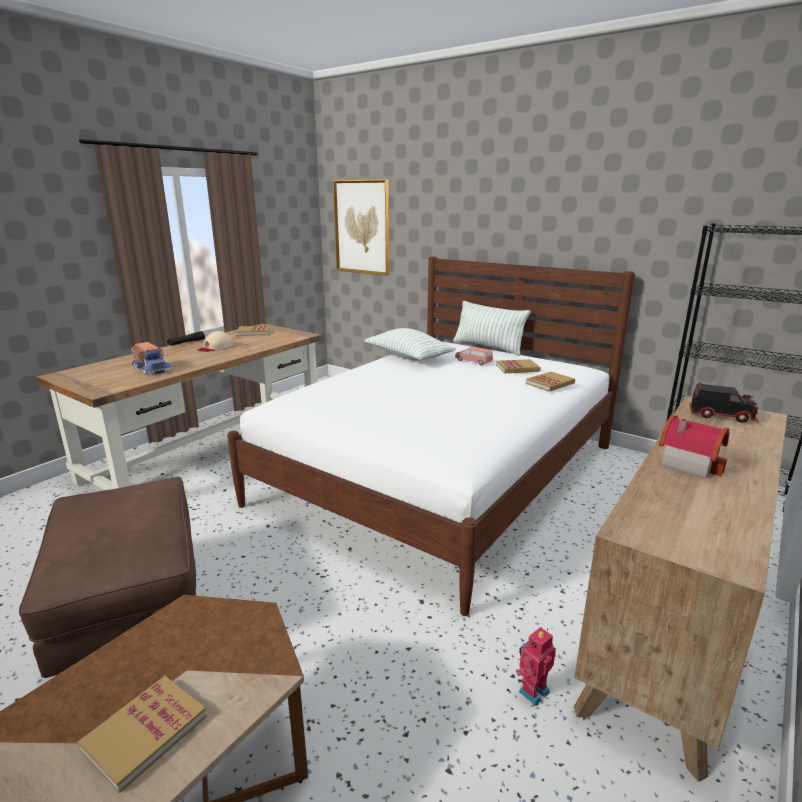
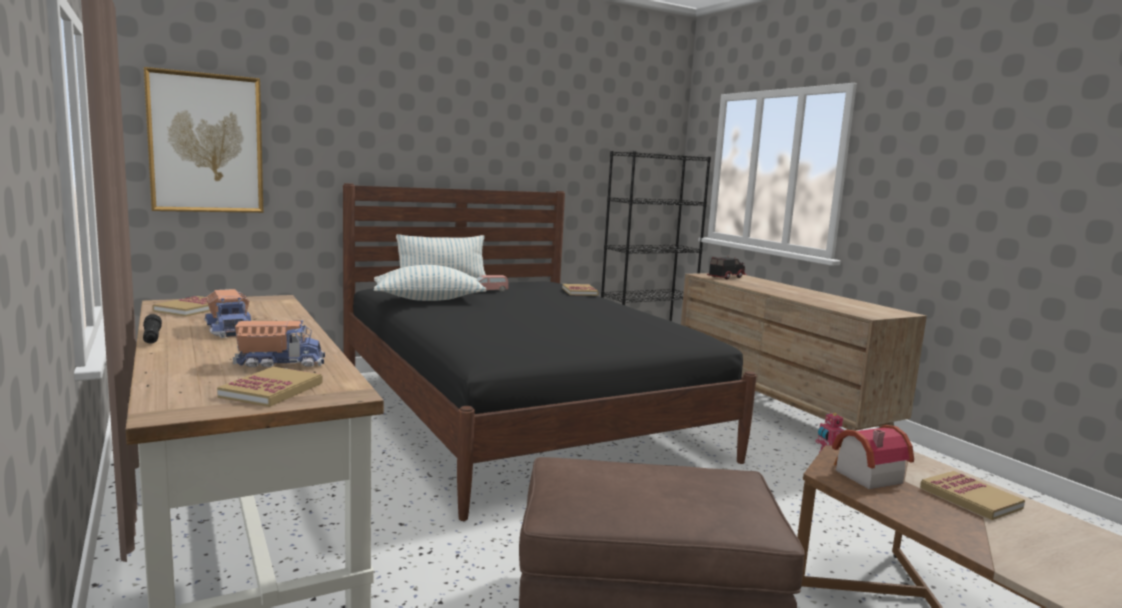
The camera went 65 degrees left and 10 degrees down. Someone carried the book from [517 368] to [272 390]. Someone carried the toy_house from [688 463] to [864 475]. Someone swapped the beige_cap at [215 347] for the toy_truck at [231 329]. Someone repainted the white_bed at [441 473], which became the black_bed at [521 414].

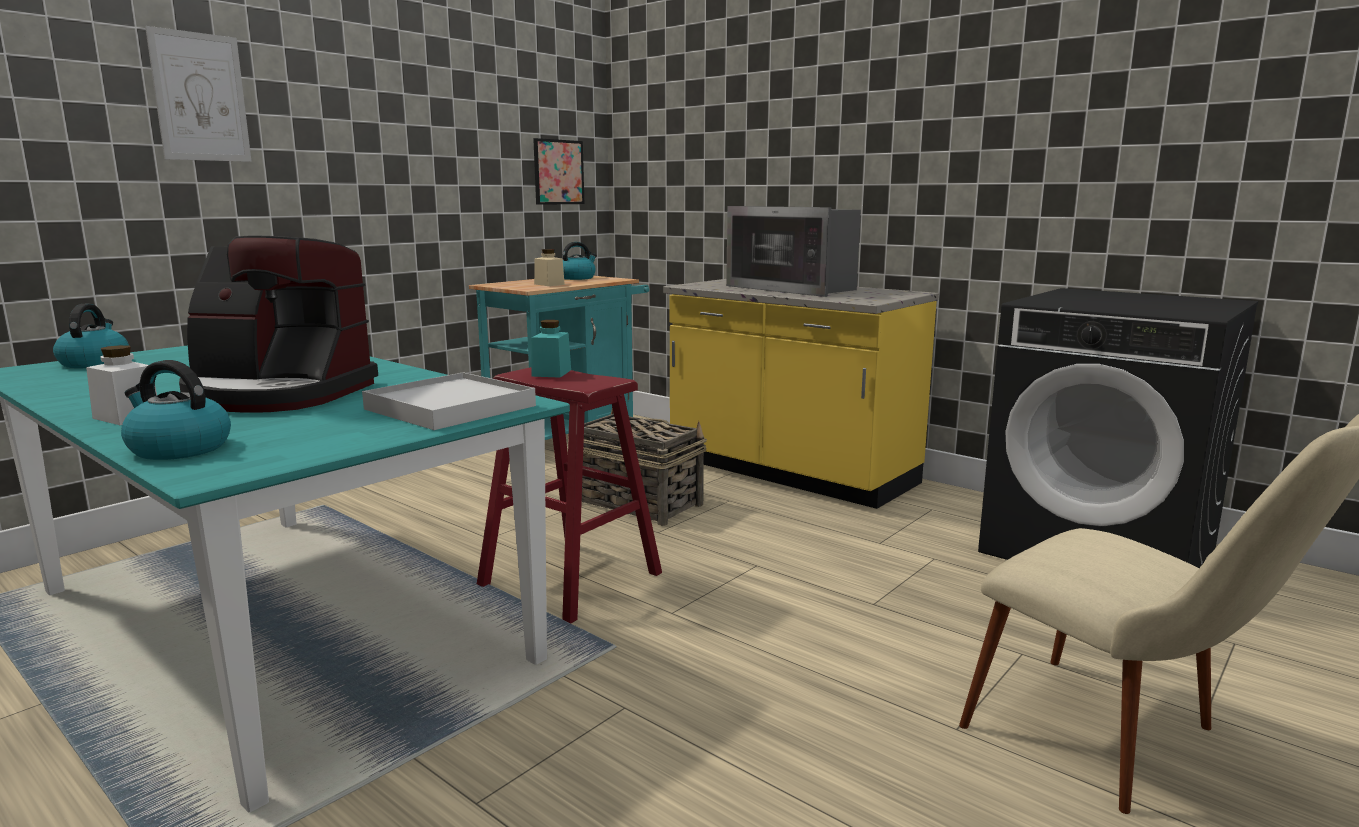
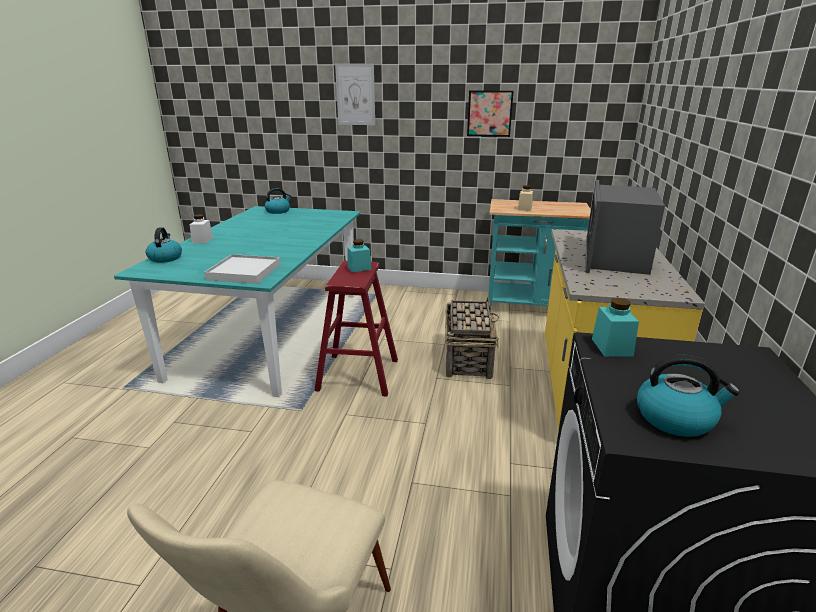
The camera went 60 degrees right and 10 degrees up. Someone took away the coffee_machine at [278 394]. Someone put down the turquoise_jar at [611 347]. Someone carried the picture from [558 172] to [489 113]. Someone carried the kettle from [577 278] to [675 418].

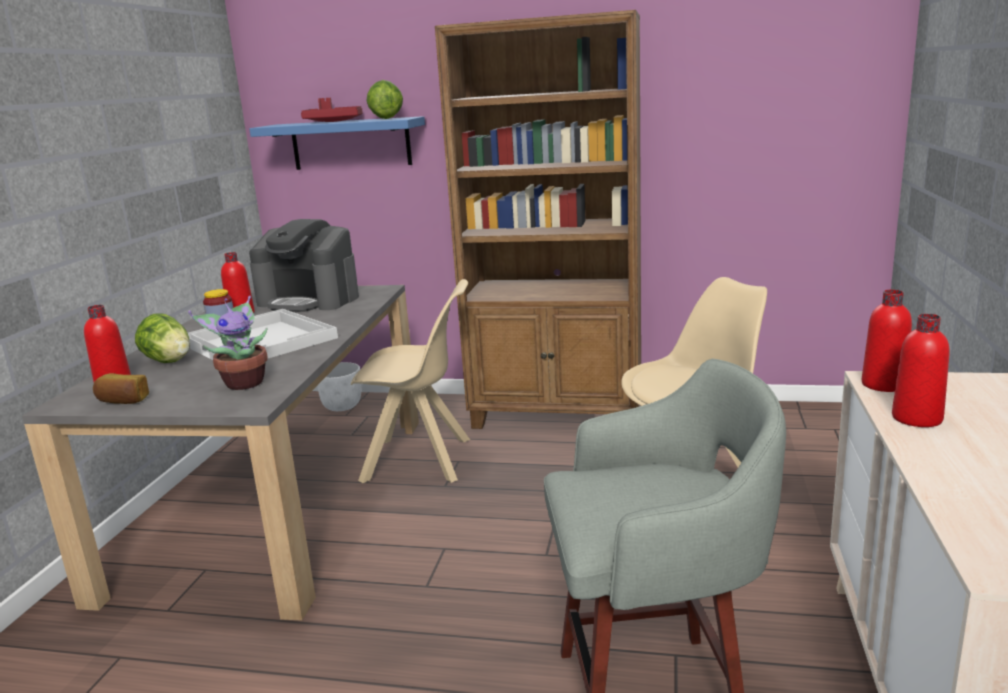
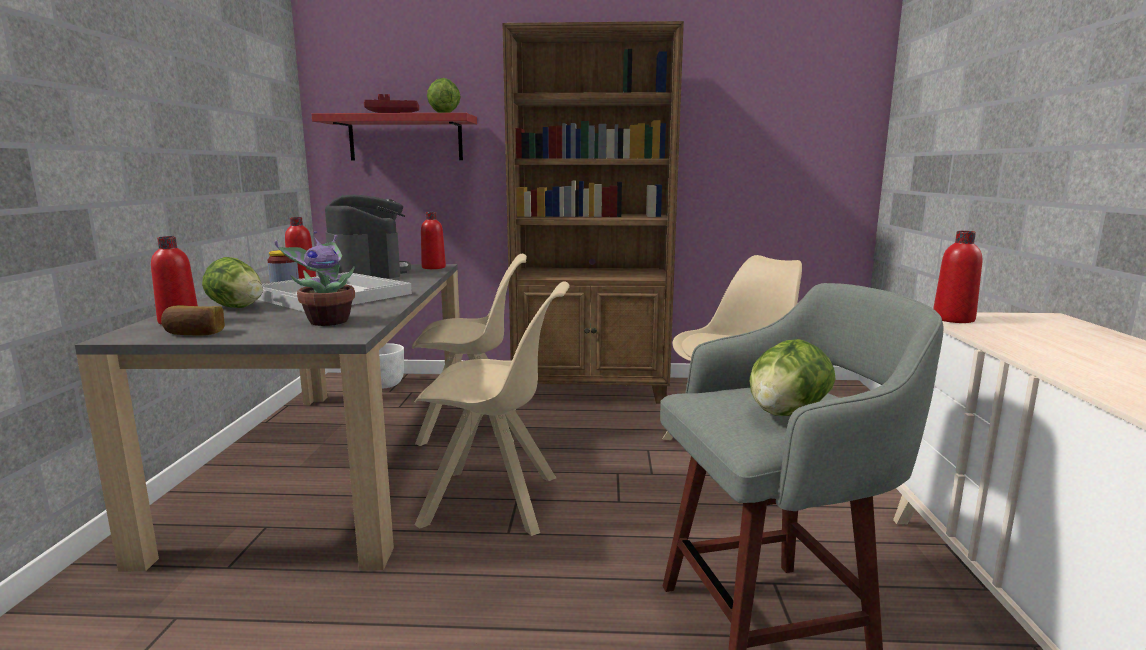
The camera went 10 degrees left and 5 degrees down. Someone put down the beige_chair at [495 501]. Someone put down the lettuce at [786 413]. Someone carried the red_bottle from [917 418] to [433 267]. Someone repainted the blue_shelf at [351 144], which became the red_shelf at [405 138]. Someone rotated the coffee_machine at [309 300] by 120 degrees counterclockwise.

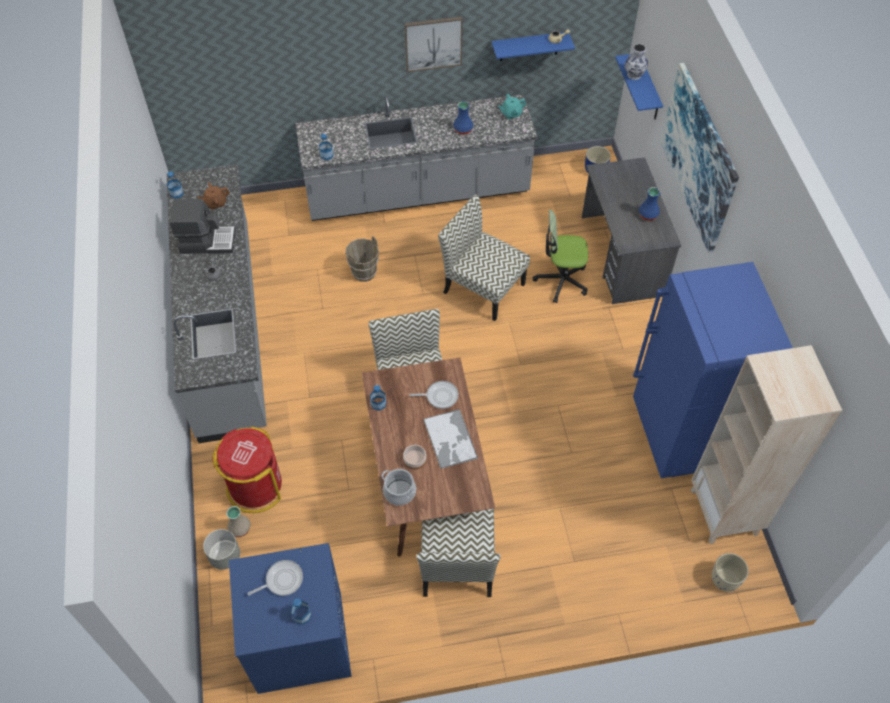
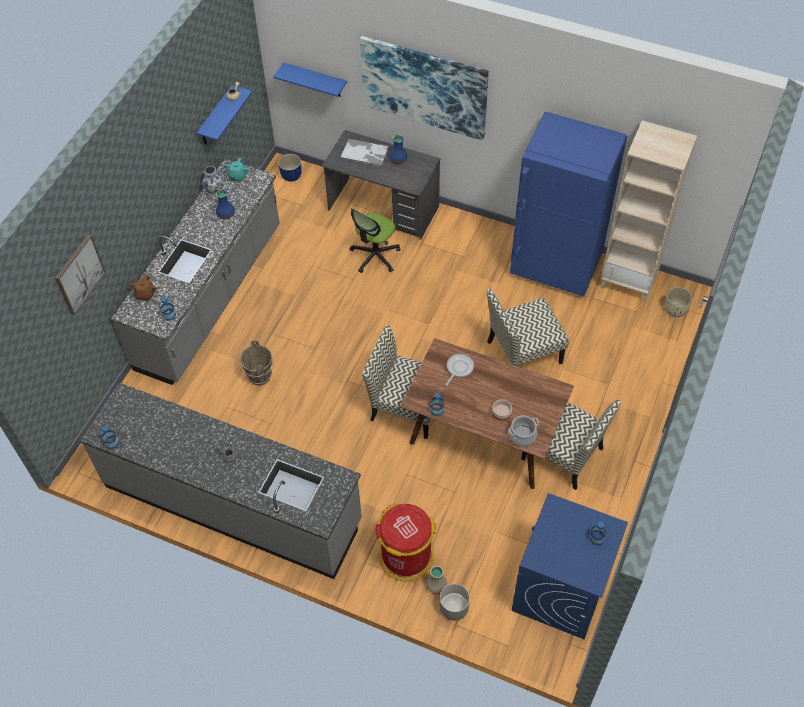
The camera went 55 degrees left and 0 degrees up. Someone took away the coffee_machine at [207 241]. Someone took away the frying_pan at [282 580]. Someone carried the brown_teapot from [215 203] to [145 294]. Someone carried the picture from [433 43] to [79 274]. Someone carried the tray from [450 439] to [365 153]. Someone carried the chair from [482 287] to [523 353]. Someone carried the vase from [634 74] to [214 191].

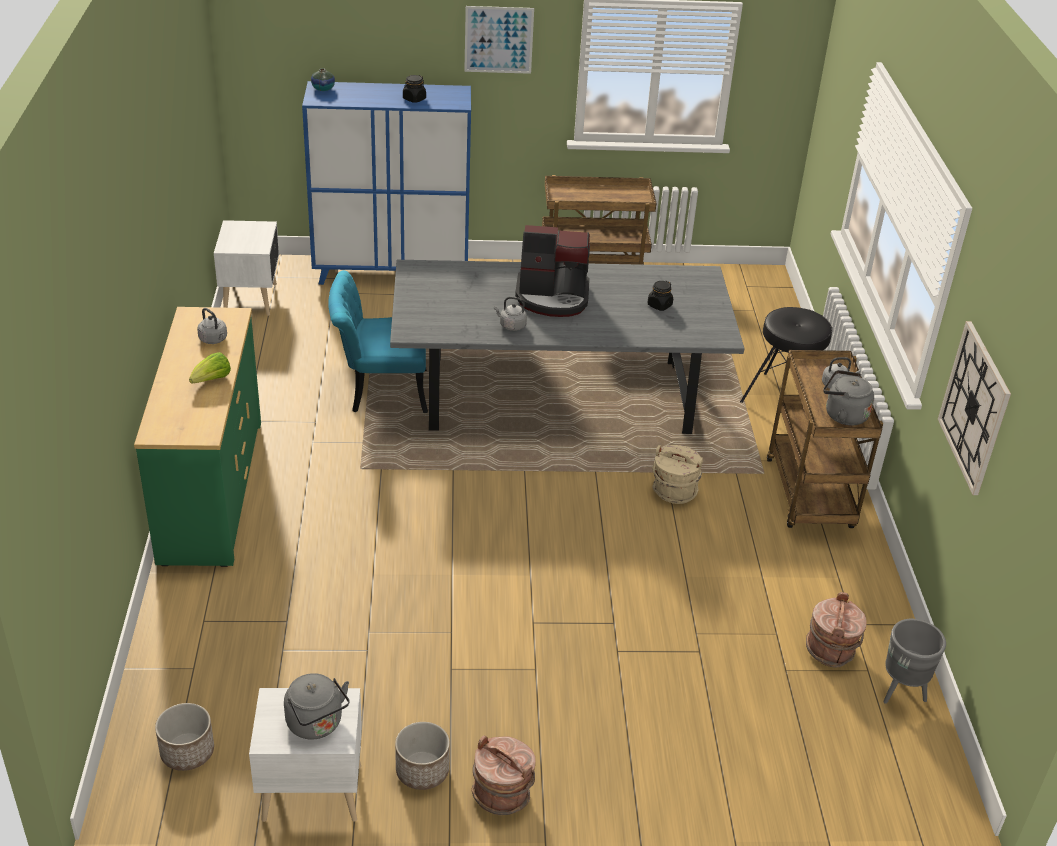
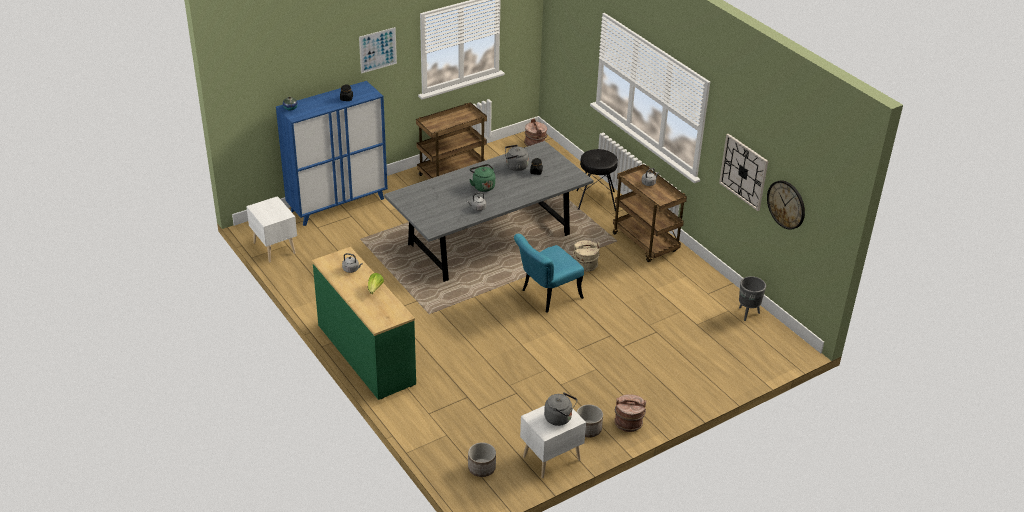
The camera went 30 degrees left and 0 degrees up. Someone put up the wall_clock at [786 204]. Someone carried the turquoise_chair from [379 391] to [546 296]. Someone carried the brown_bucket from [831 650] to [535 144]. Someone carried the grey_kettle from [843 415] to [515 167]. Someone swapped the coffee_machine at [553 297] for the green_kettle at [482 186].

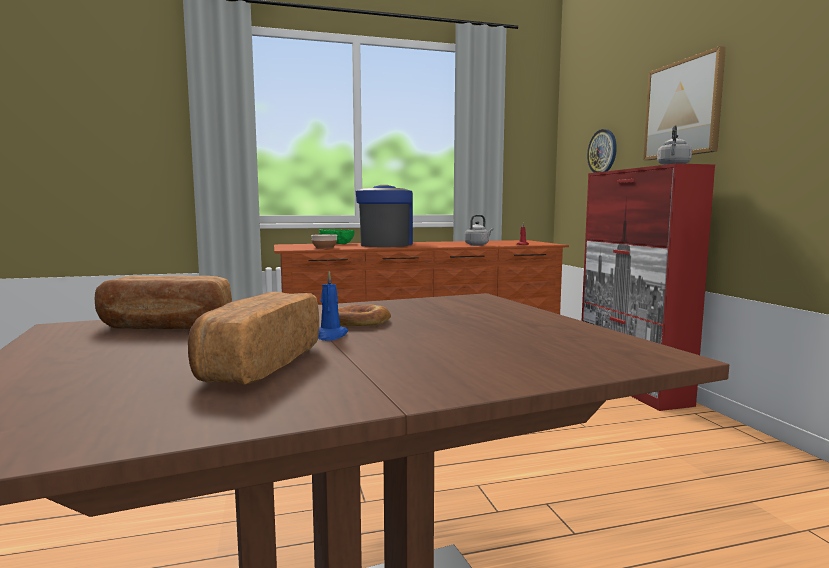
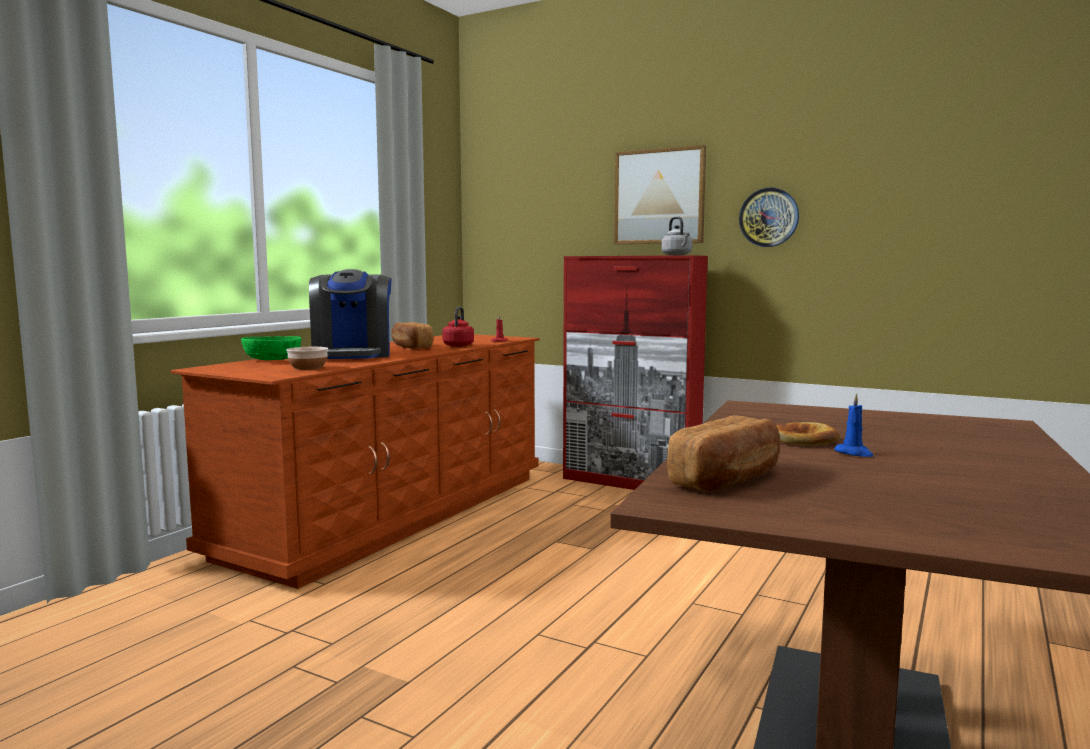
The camera went 45 degrees left and 0 degrees up. Someone carried the bread from [258 364] to [410 347]. Someone carried the wall_clock from [602 151] to [769 217]. Someone repainted the grey_kettle at [478 245], which became the red_kettle at [459 345]. Someone rotated the coffee_machine at [385 244] by 150 degrees counterclockwise.

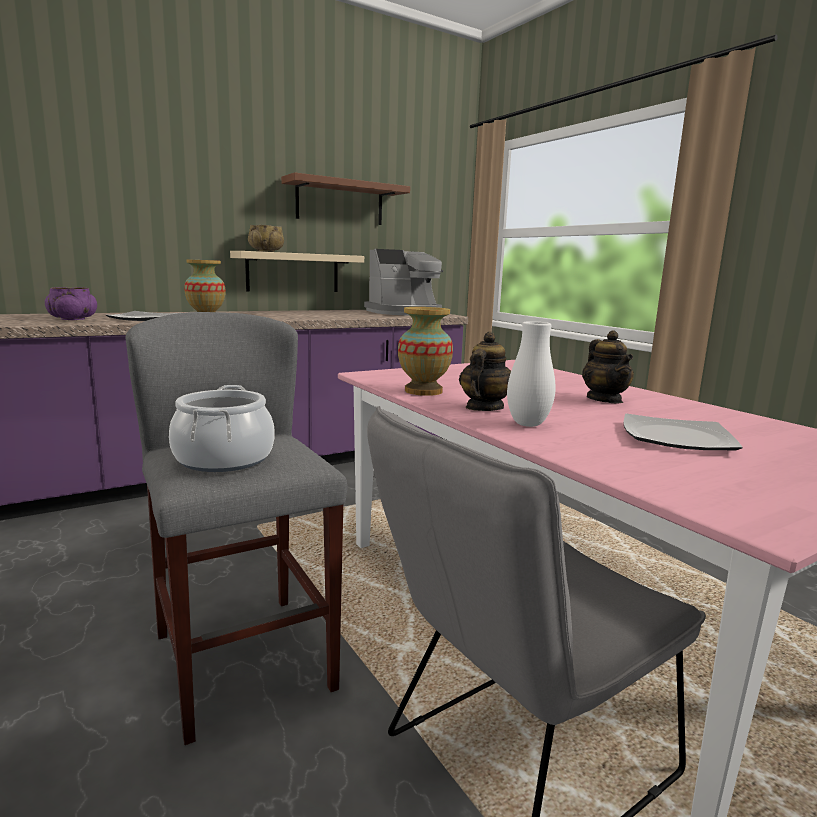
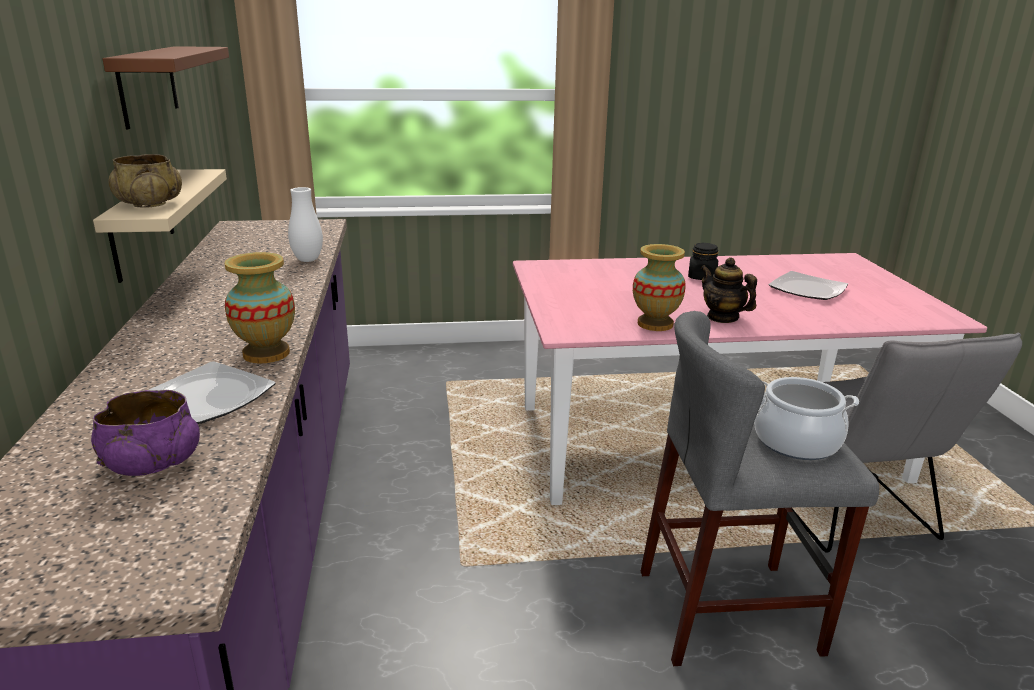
The camera went 65 degrees left and 10 degrees up. Someone took away the coffee_machine at [405 313]. Someone carried the white_vase from [528 424] to [308 260]. Someone swapped the teapot at [604 400] for the black_jar at [702 277].

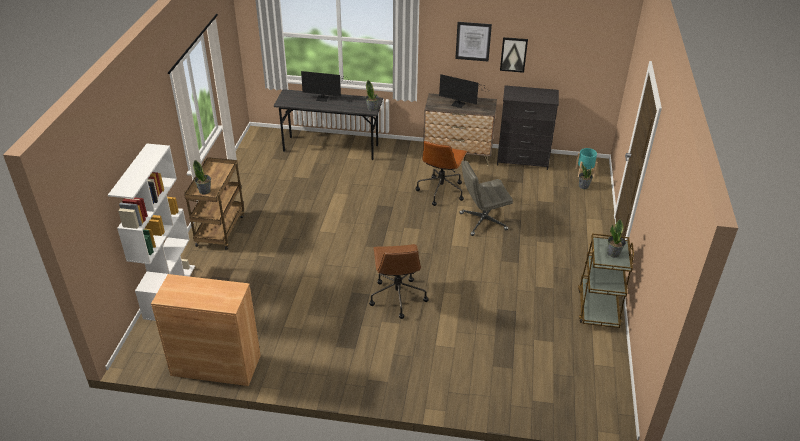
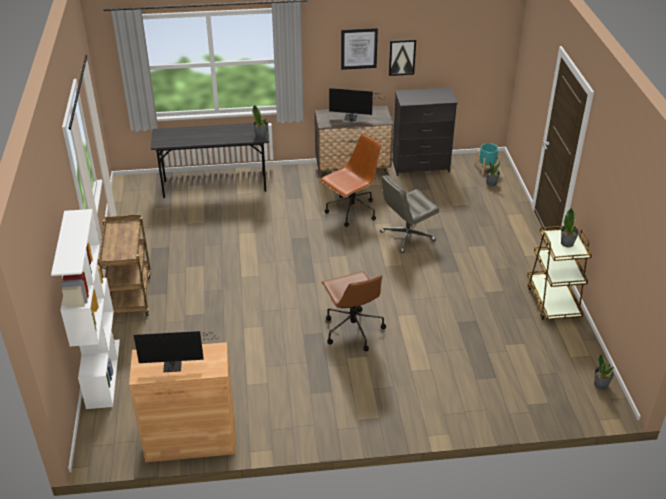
The camera went 15 degrees left and 0 degrees up. Someone carried the potted_plant from [205 191] to [601 384]. Someone carried the monitor from [324 99] to [175 366]. Someone rotated the brown_office_chair at [441 191] by 135 degrees counterclockwise.

